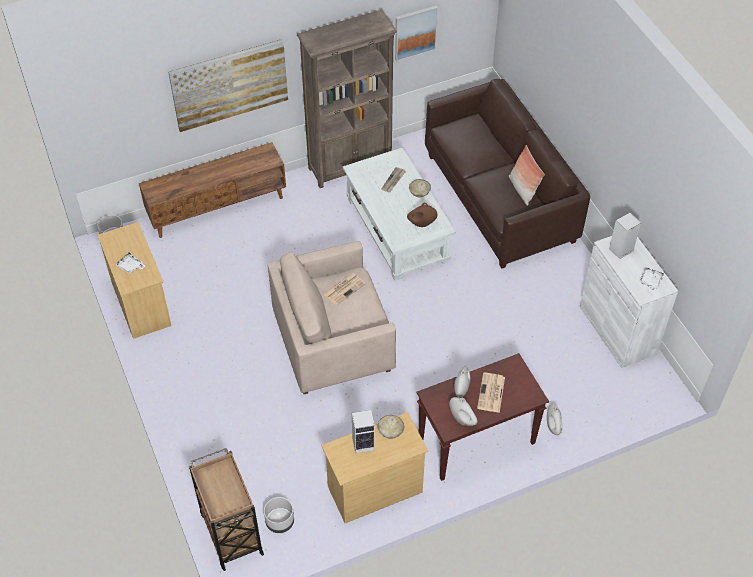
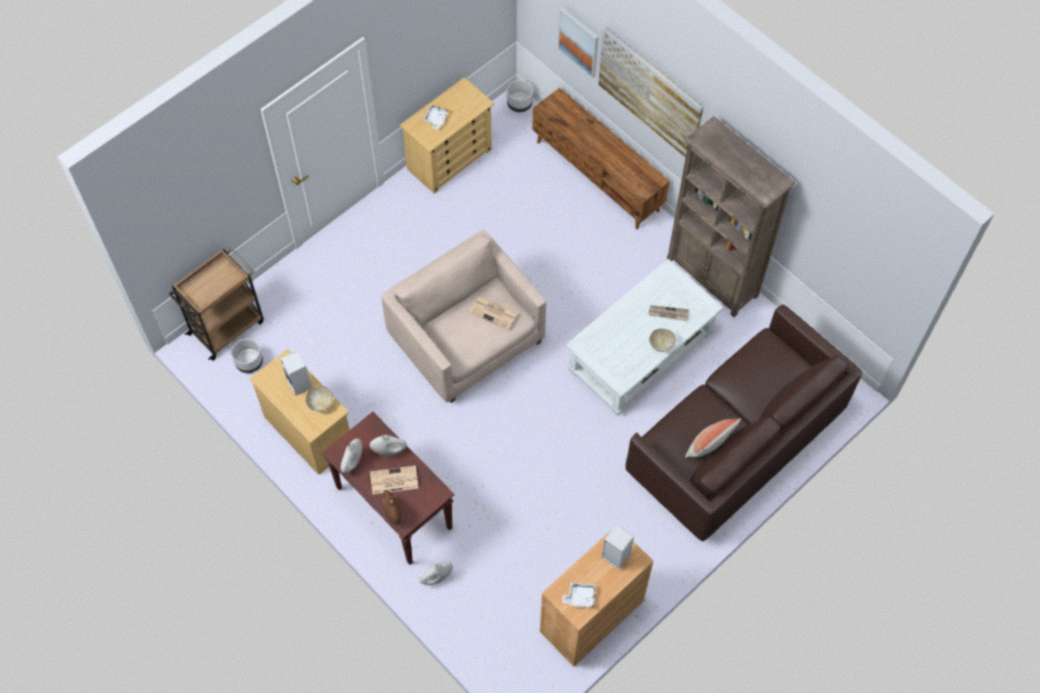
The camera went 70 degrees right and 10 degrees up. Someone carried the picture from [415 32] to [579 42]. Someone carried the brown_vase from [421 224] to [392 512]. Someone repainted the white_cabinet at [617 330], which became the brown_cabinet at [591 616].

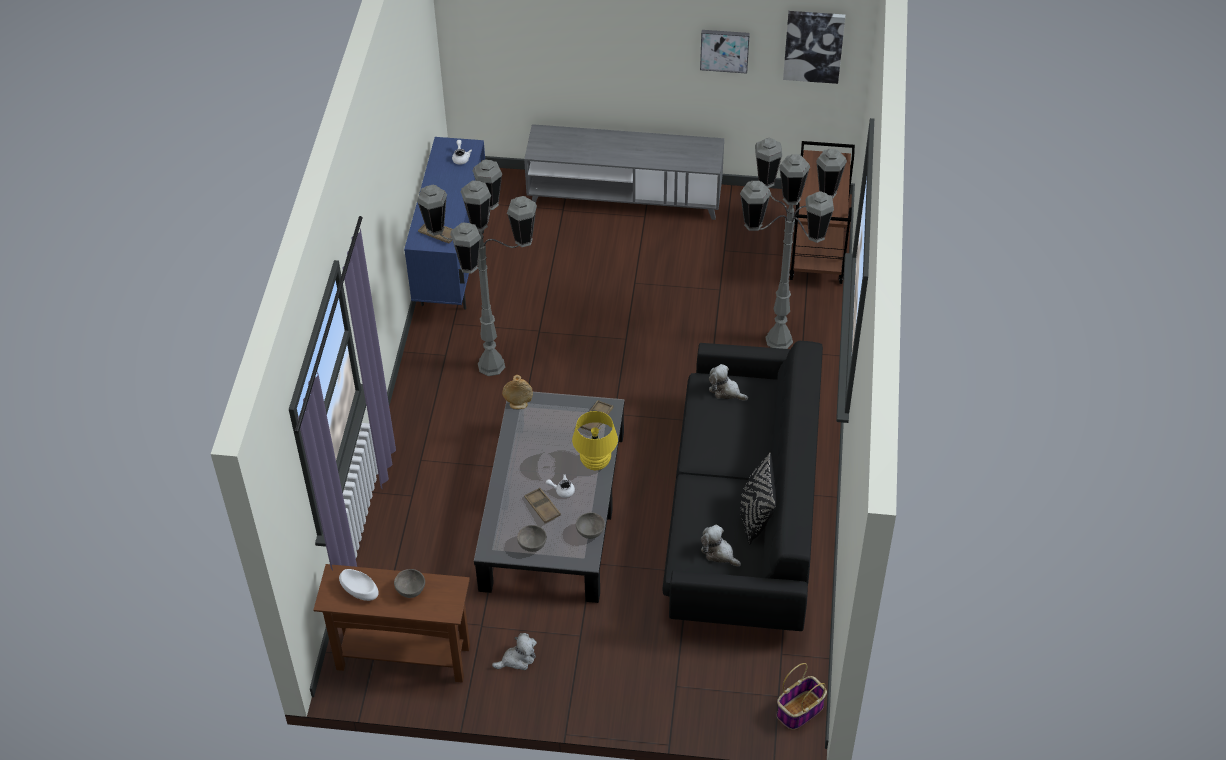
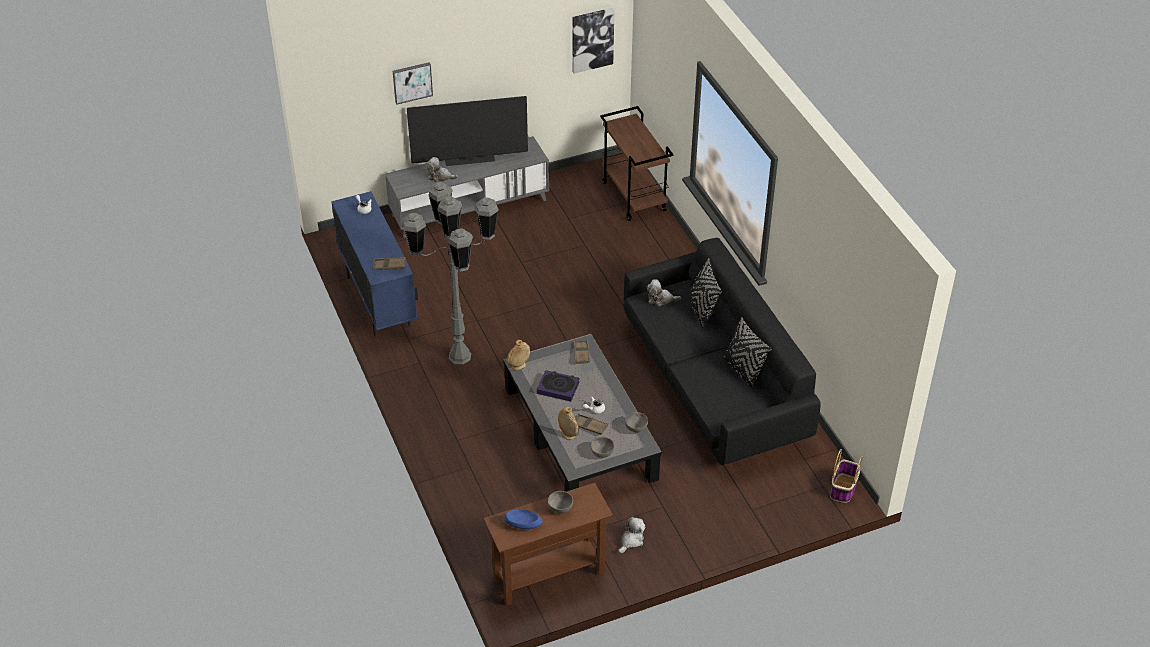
The camera went 30 degrees left and 5 degrees down. Someone took away the yellow_table_lamp at [595 463]. Someone took away the grey_floor_lamp at [779 340]. Someone put down the television at [470 161]. Someone put down the book at [558 388]. Someone put down the beige_vase at [568 435]. Someone put down the black_pillow at [702 310]. Someone carried the picture from [724 50] to [412 82]. Someone carried the plush_toy from [719 553] to [440 176]. Someone repainted the white_bowl at [359 590], which became the blue_bowl at [523 524].

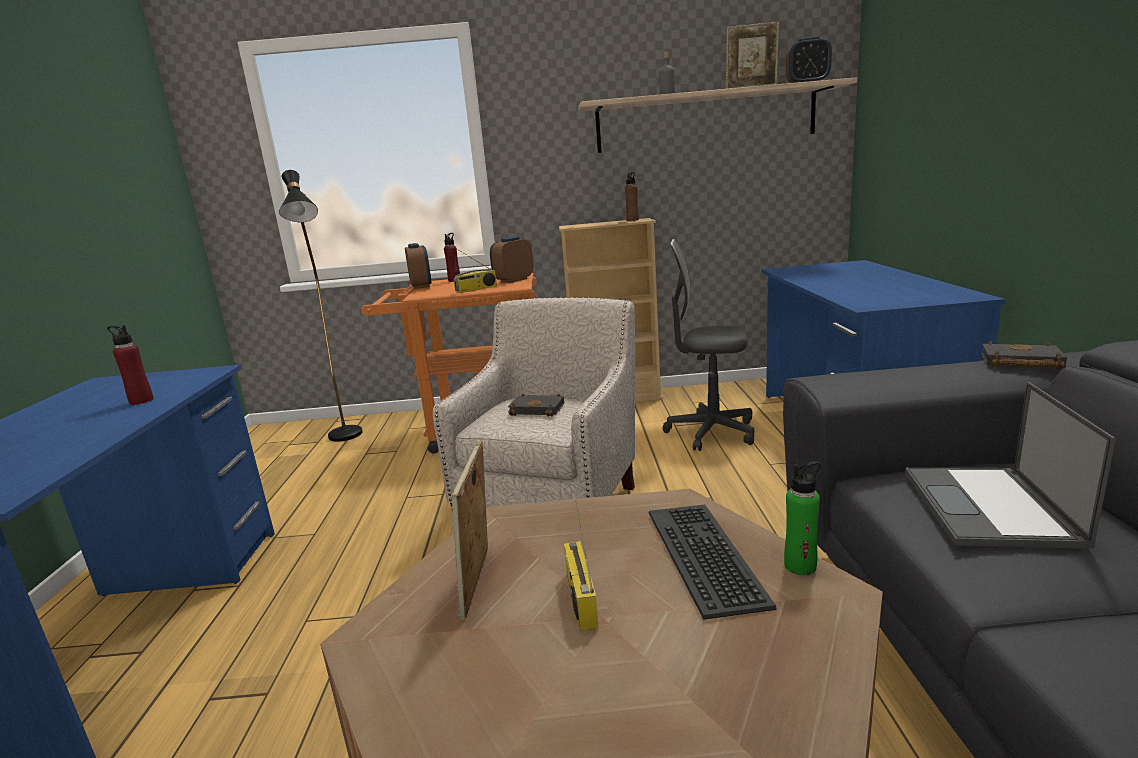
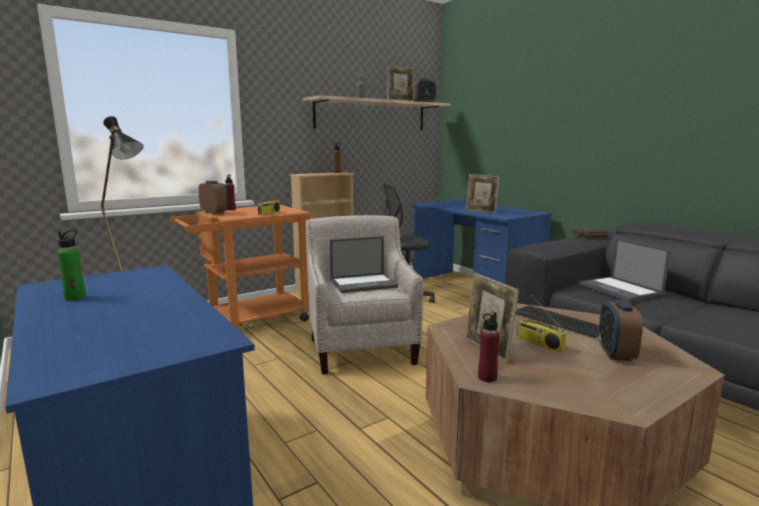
The camera went 35 degrees left and 5 degrees down. Someone put down the picture_frame at [481 212]. Someone carried the red_bottle from [141 401] to [487 377]. Someone carried the alarm_clock from [514 280] to [615 354]. Someone carried the green_bottle from [800 566] to [75 297]. Someone swapped the black_book at [539 409] for the laptop at [364 283].

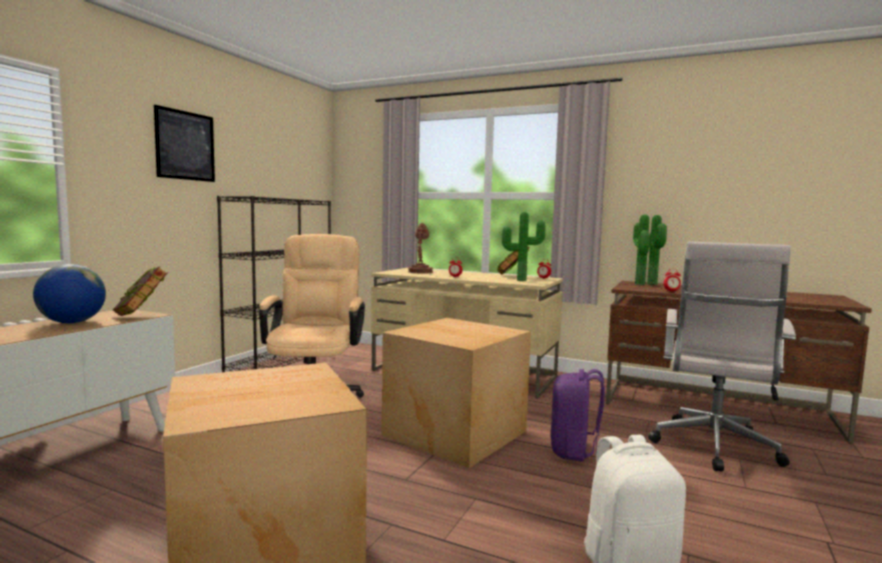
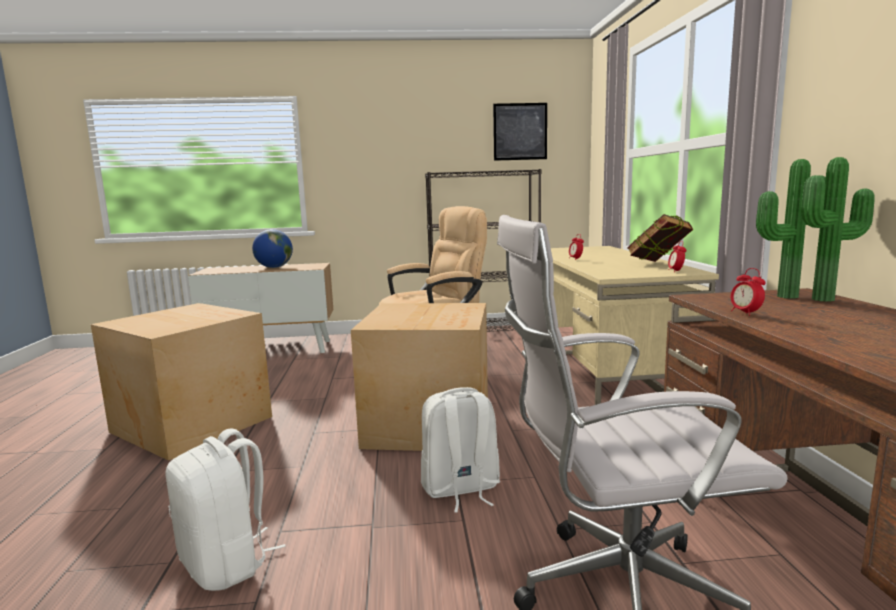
The camera went 60 degrees right and 5 degrees up. Someone took away the book at [141 315]. Someone took away the brown_table_lamp at [420 271]. Someone took away the potted_plant at [521 280]. Someone carried the picture from [185 145] to [520 131]. Someone repainted the purple_backpack at [575 451], which became the white_backpack at [460 489].

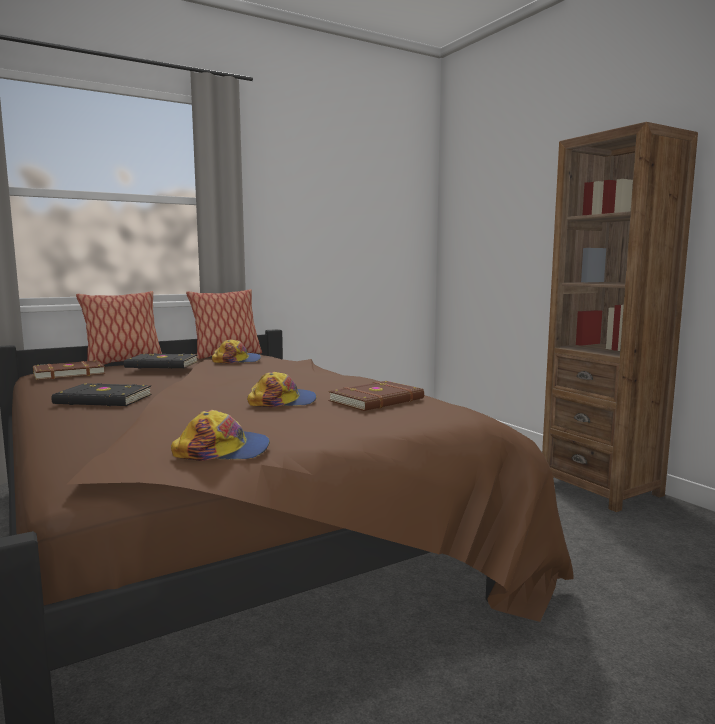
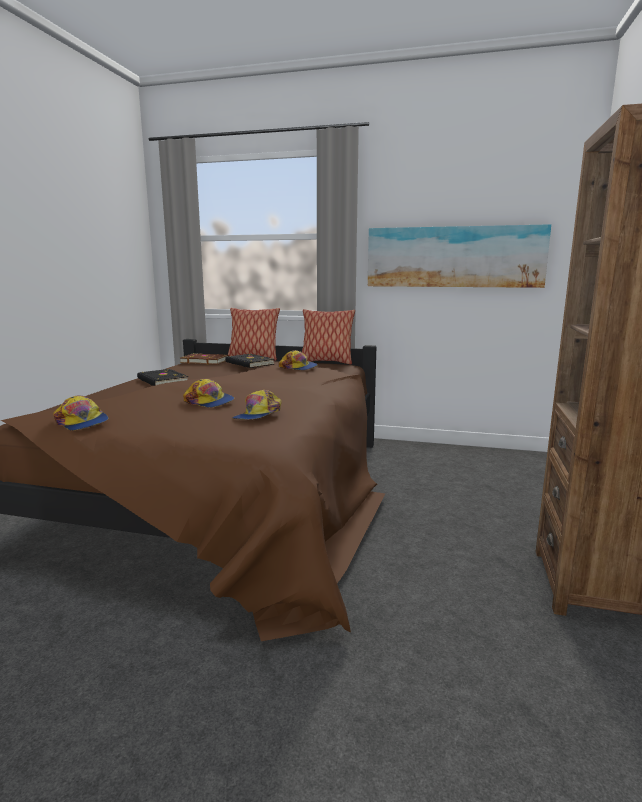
The camera went 45 degrees right and 5 degrees up. Someone put up the picture at [454 257]. Someone swapped the brown_book at [378 400] for the cap at [258 415].

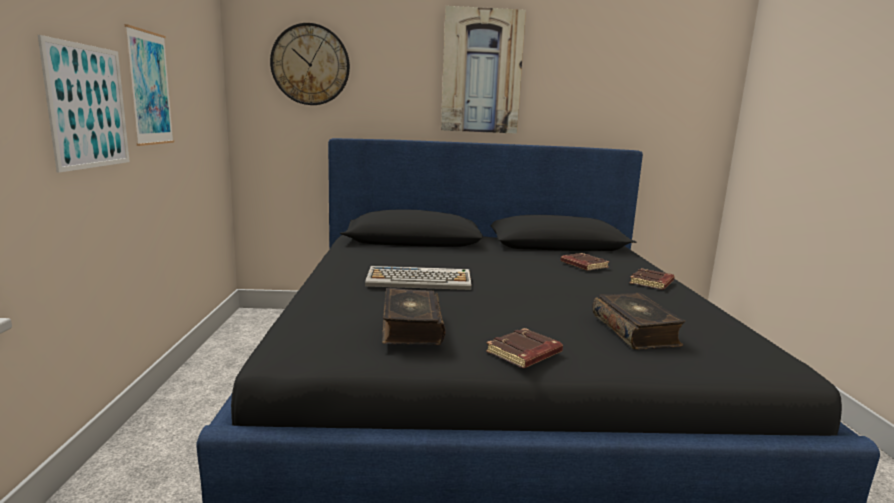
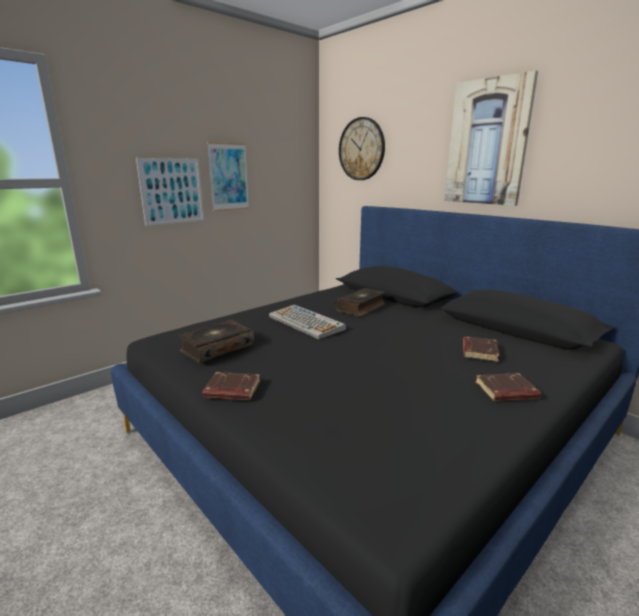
The camera went 50 degrees right and 5 degrees up. Someone carried the book from [635 331] to [361 308].

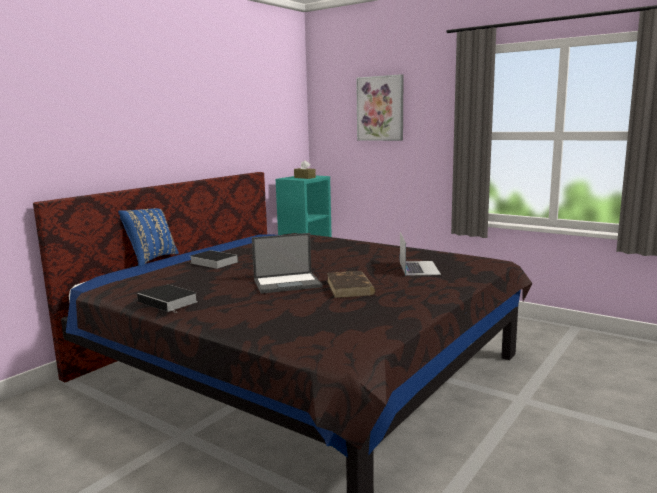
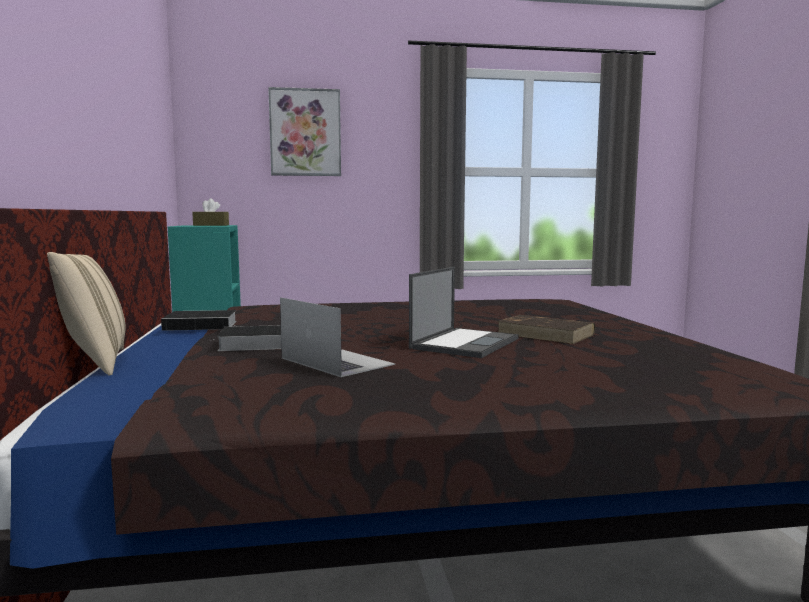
The camera went 45 degrees left and 5 degrees down. Someone carried the book from [169 302] to [203 325]. Someone carried the laptop from [419 268] to [336 361]. Someone repainted the blue_pillow at [151 259], which became the beige_pillow at [91 363].

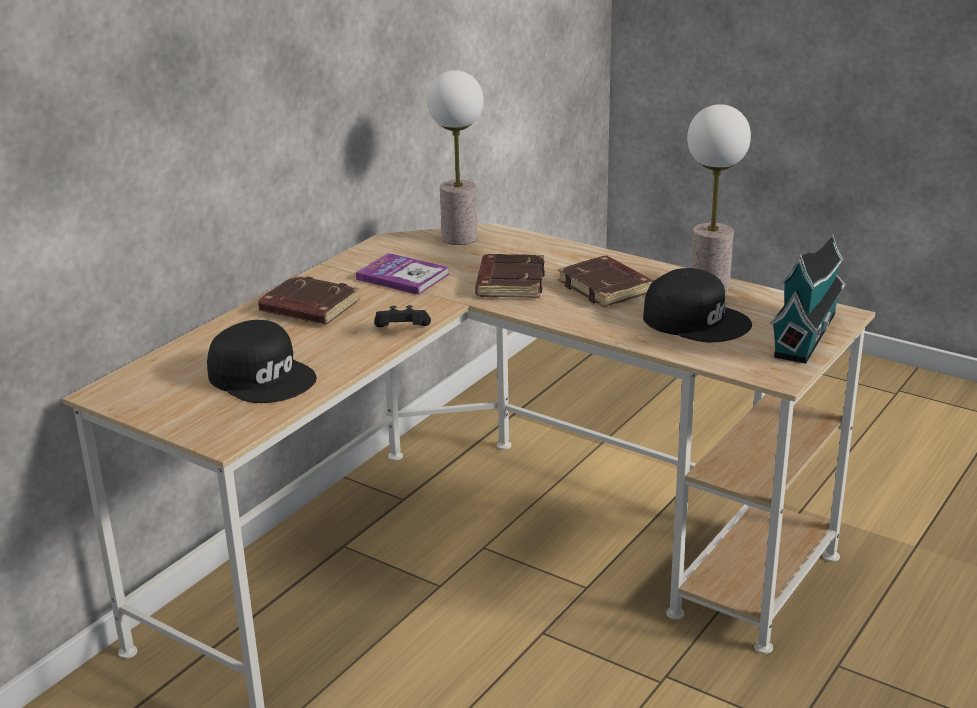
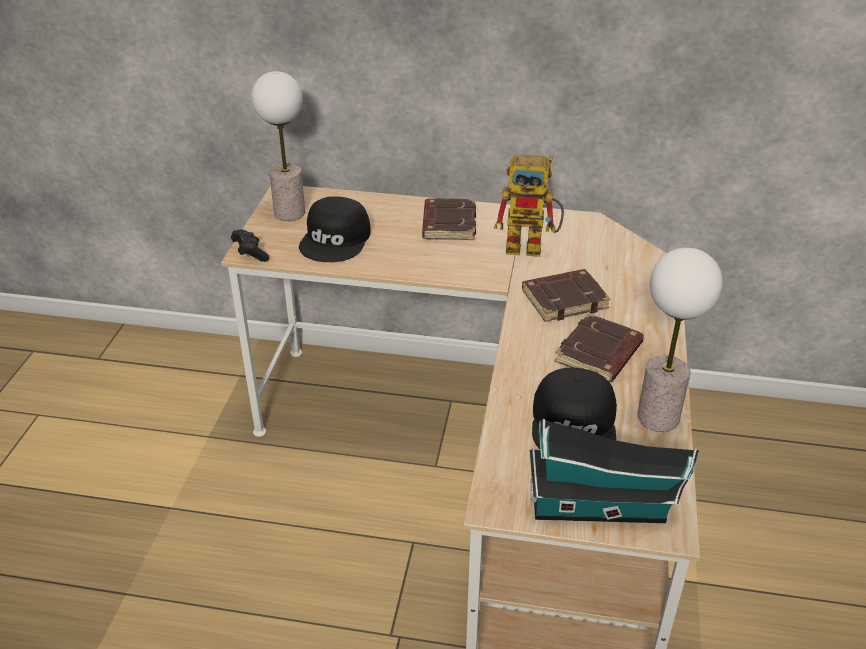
The camera went 65 degrees right and 10 degrees up. Someone carried the black_game_controller from [401 330] to [250 253]. Someone carried the table_lamp from [459 238] to [289 212]. Someone swapped the book at [403 276] for the toy_robot at [532 247].

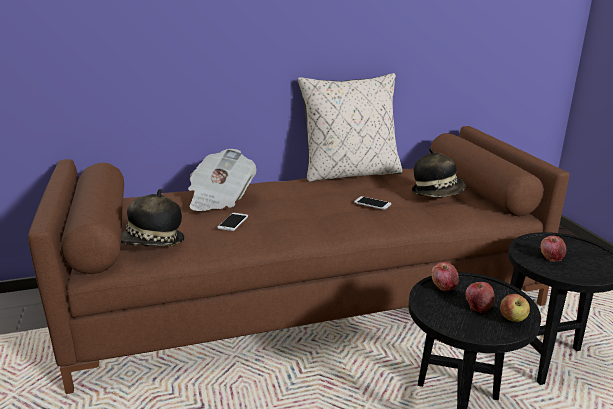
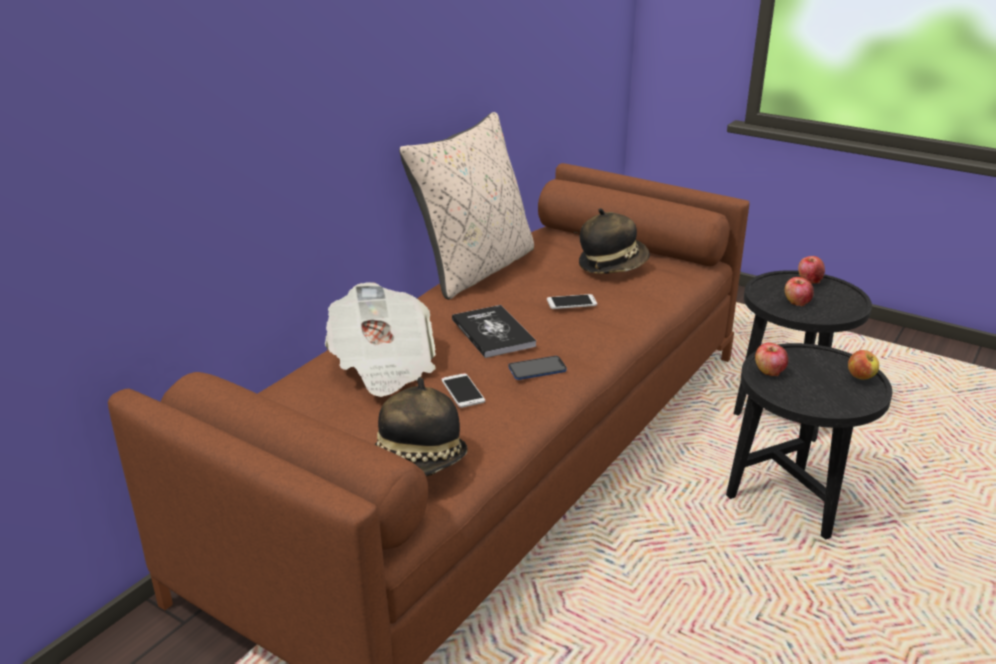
The camera went 40 degrees left and 5 degrees up. Someone put down the book at [493 333]. Someone put down the phone at [537 369]. Someone carried the apple from [478 306] to [809 280].

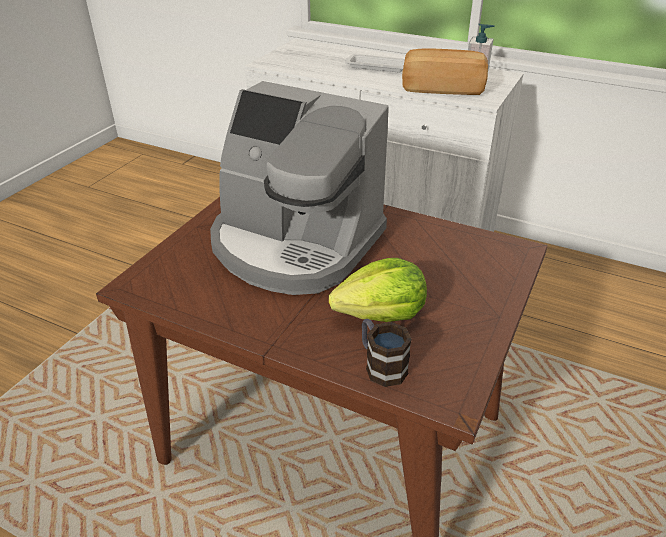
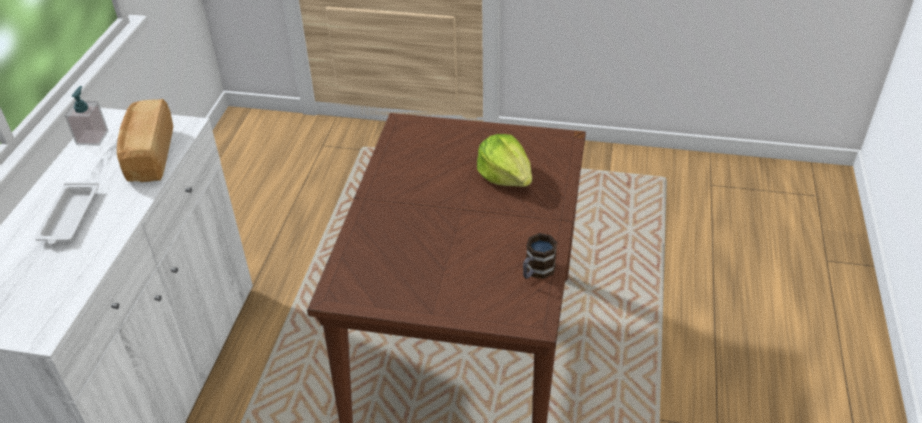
The camera went 105 degrees left and 5 degrees up. Someone took away the coffee_machine at [294 244]. Someone carried the mug from [381 365] to [536 271].

